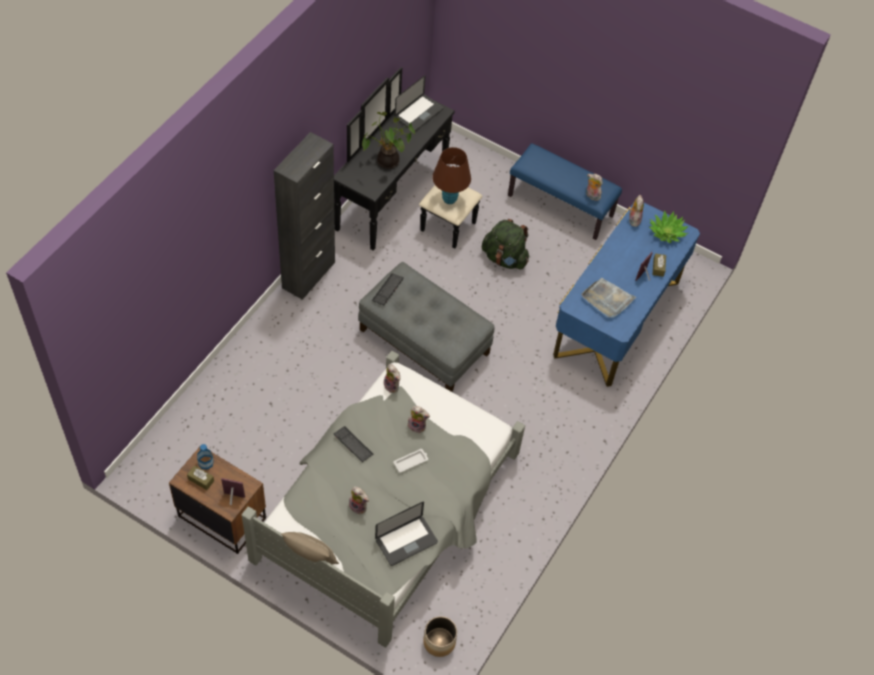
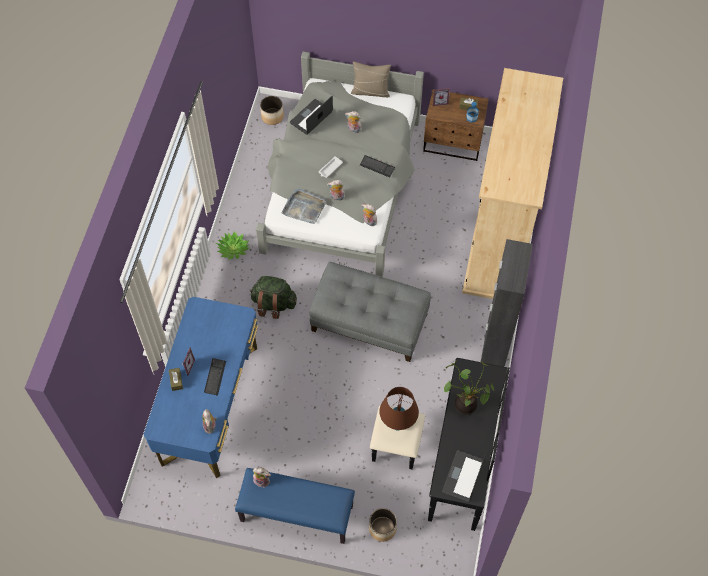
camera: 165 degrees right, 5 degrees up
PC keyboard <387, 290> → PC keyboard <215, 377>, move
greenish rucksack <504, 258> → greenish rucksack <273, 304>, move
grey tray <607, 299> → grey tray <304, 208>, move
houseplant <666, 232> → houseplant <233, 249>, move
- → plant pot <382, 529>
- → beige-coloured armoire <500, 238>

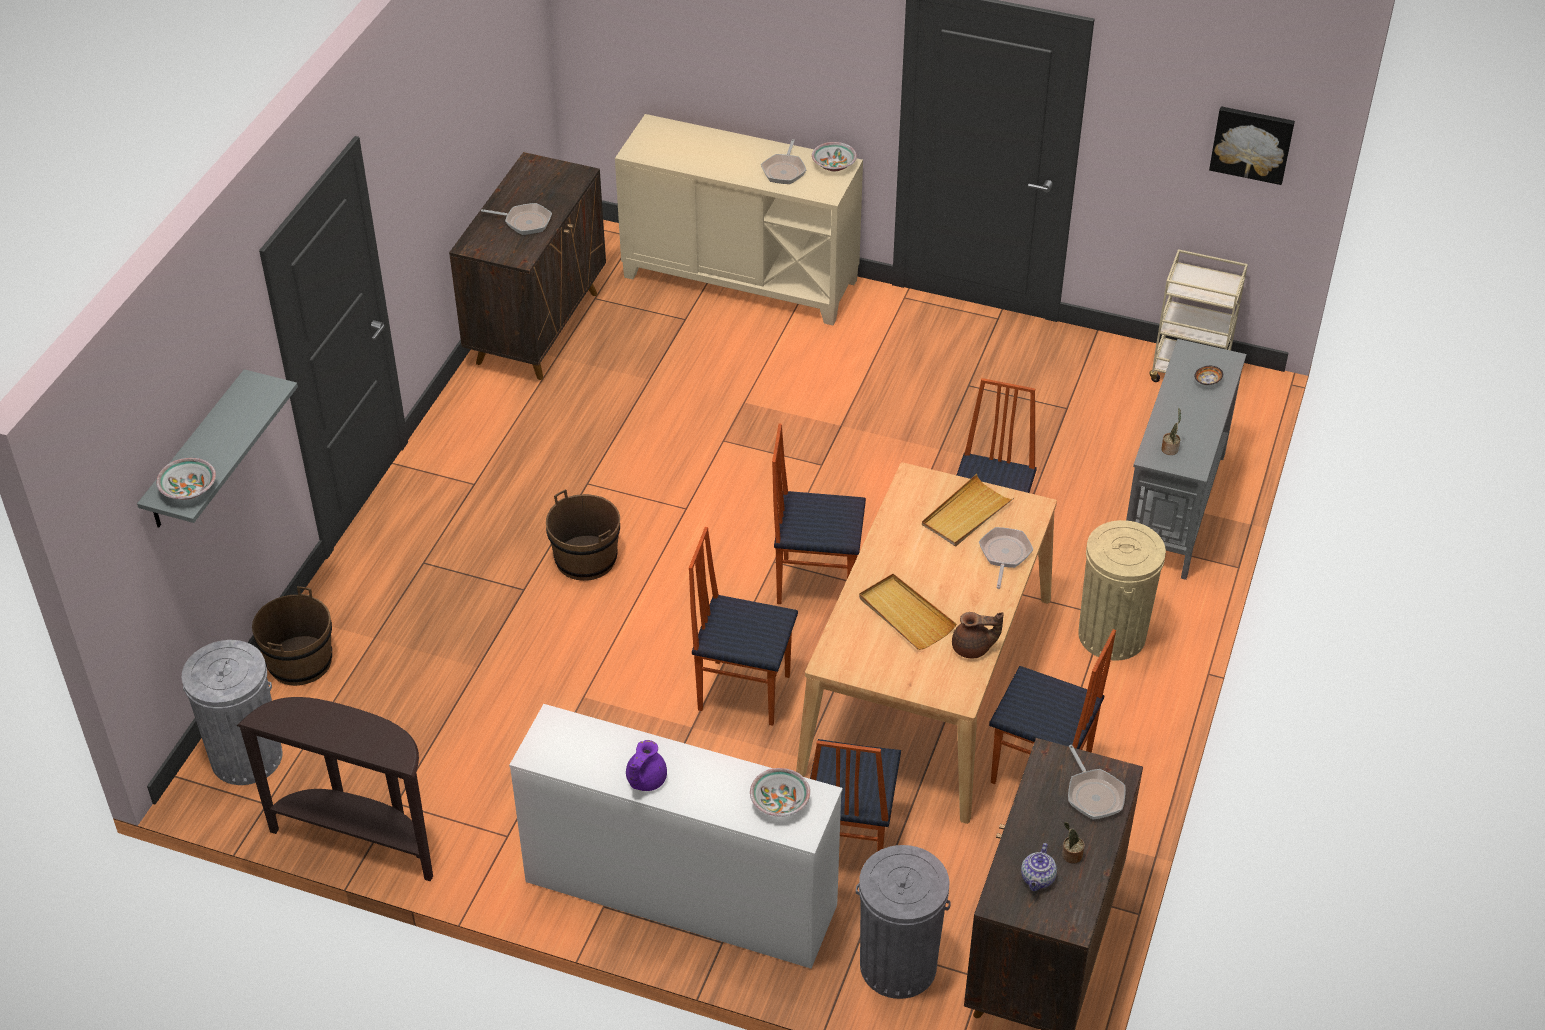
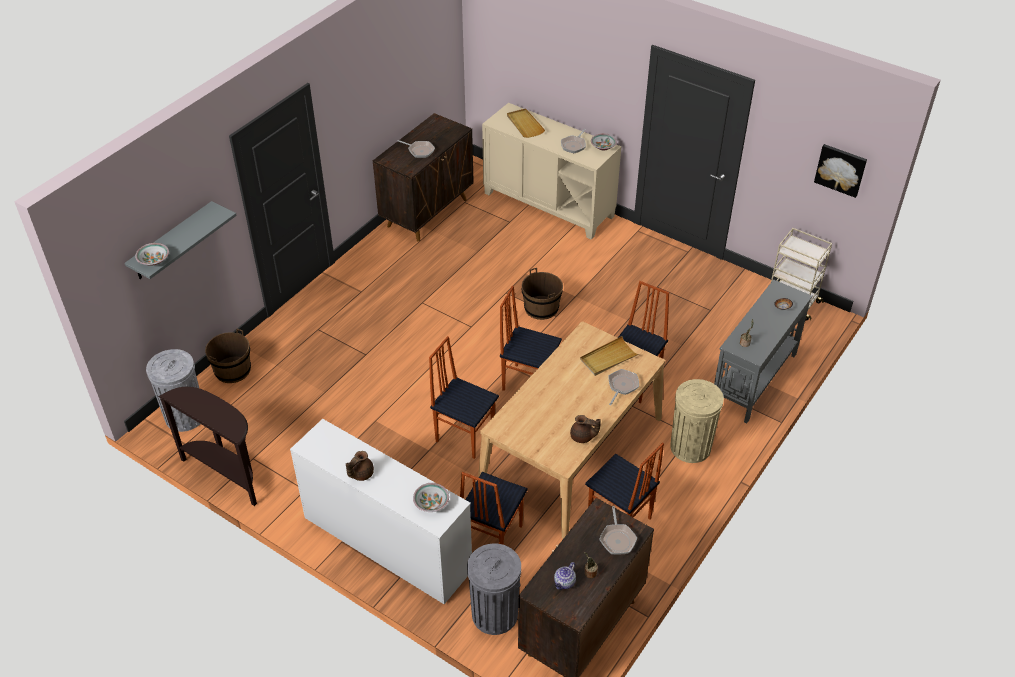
camera: 15 degrees right, 0 degrees up
brown pail <586, 559> → brown pail <541, 308>, move
purplish teapot <645, 780> → brown teapot <360, 474>
beige-coloured tray <905, 614> → beige-coloured tray <524, 124>, move

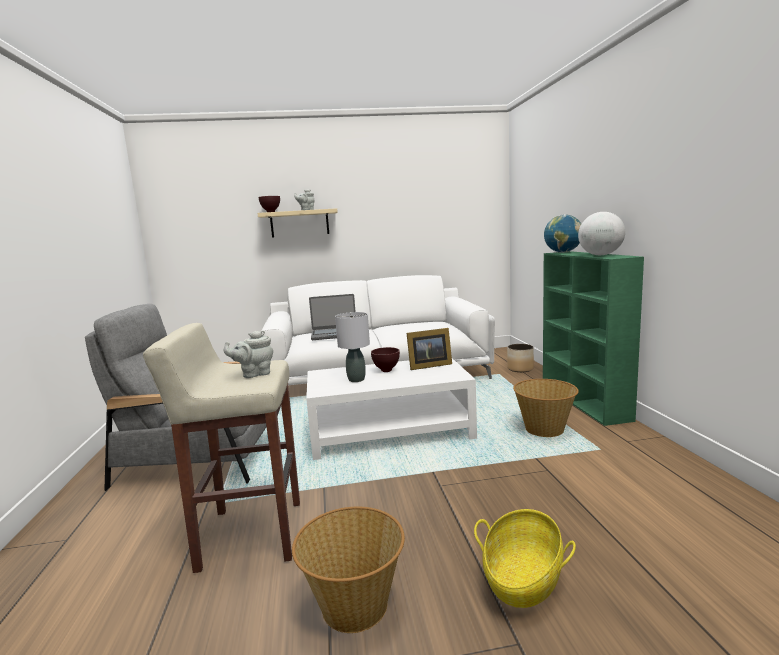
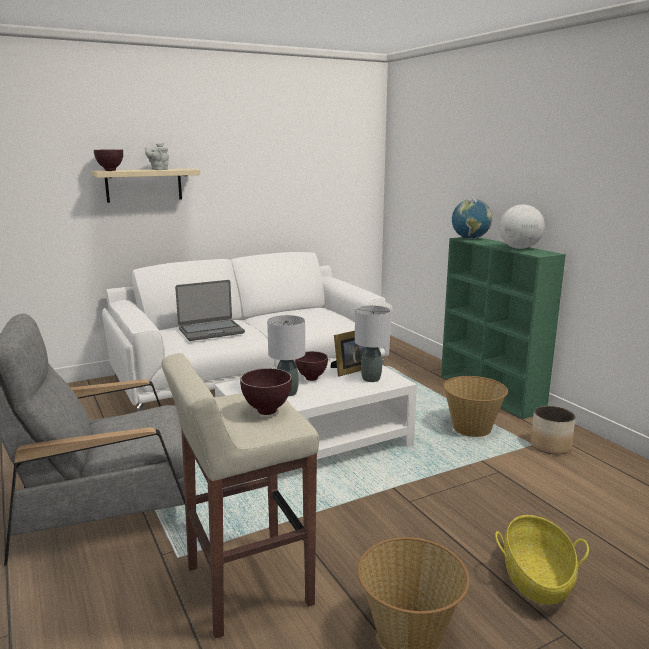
camera: 20 degrees left, 5 degrees up
grey teapot <254, 374> → brown deep dish <268, 411>
plant pot <520, 369> → plant pot <550, 446>, move
- → grey lamp for a table <371, 379>

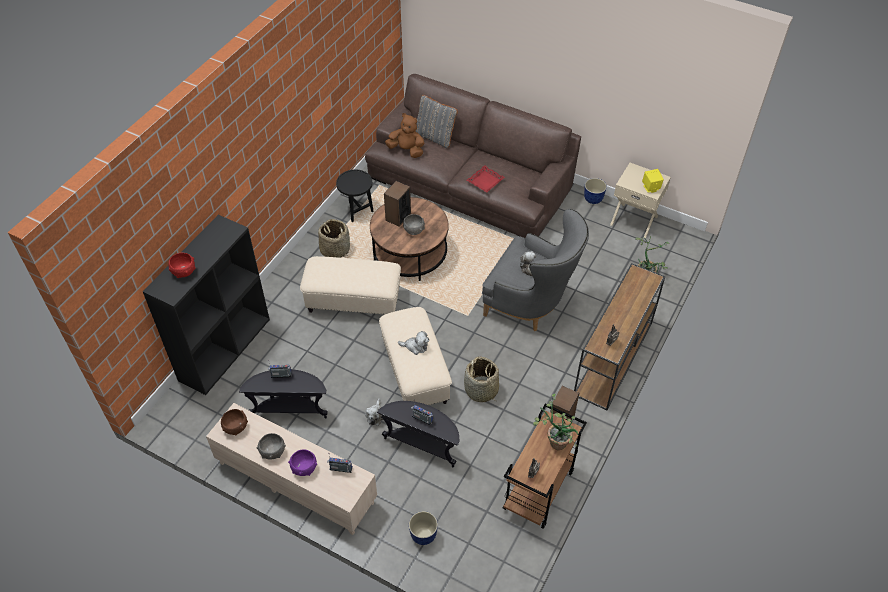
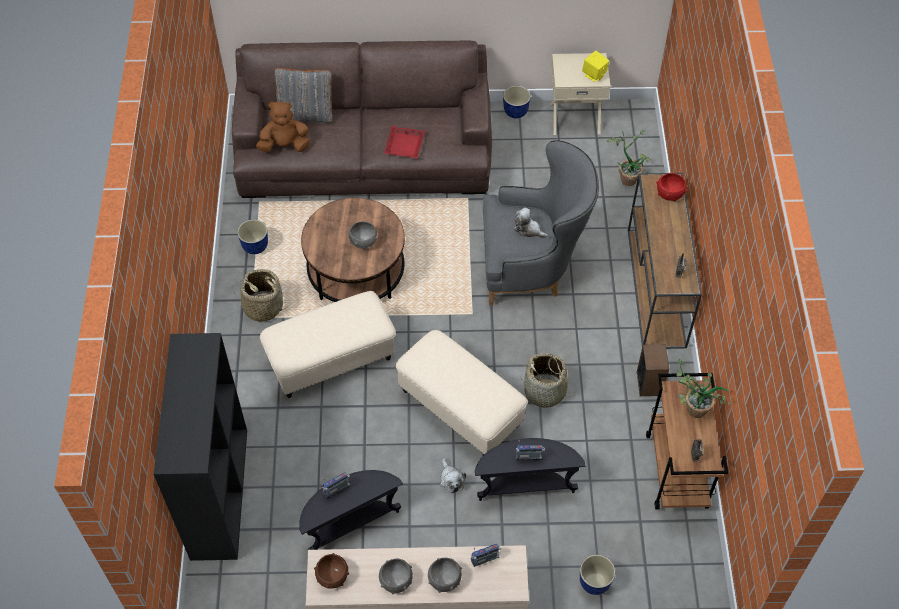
camera: 30 degrees left, 5 degrees up
reddish deep dish <184, 271> → reddish deep dish <670, 194>, move
purplish deep dish <304, 468> → grey deep dish <444, 580>
black end table <357, 210> → plant pot <255, 246>
audio speaker <398, 217> → -
cuddly toy <415, 346> → -

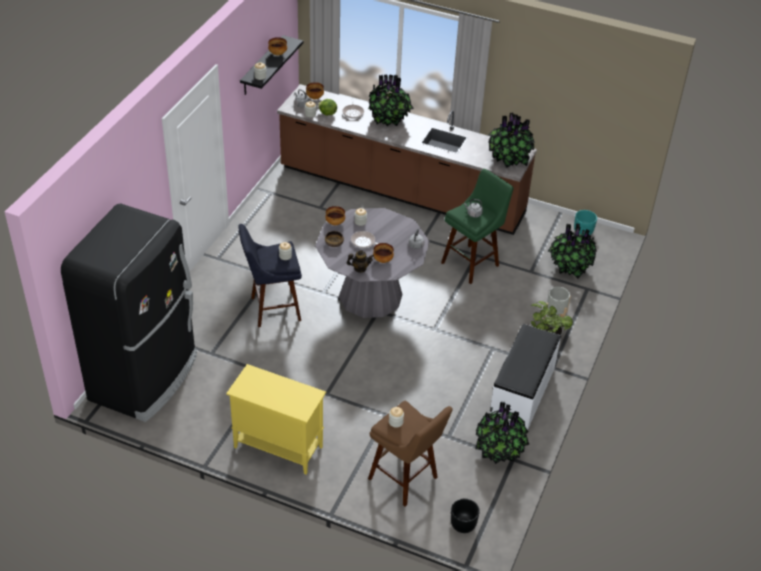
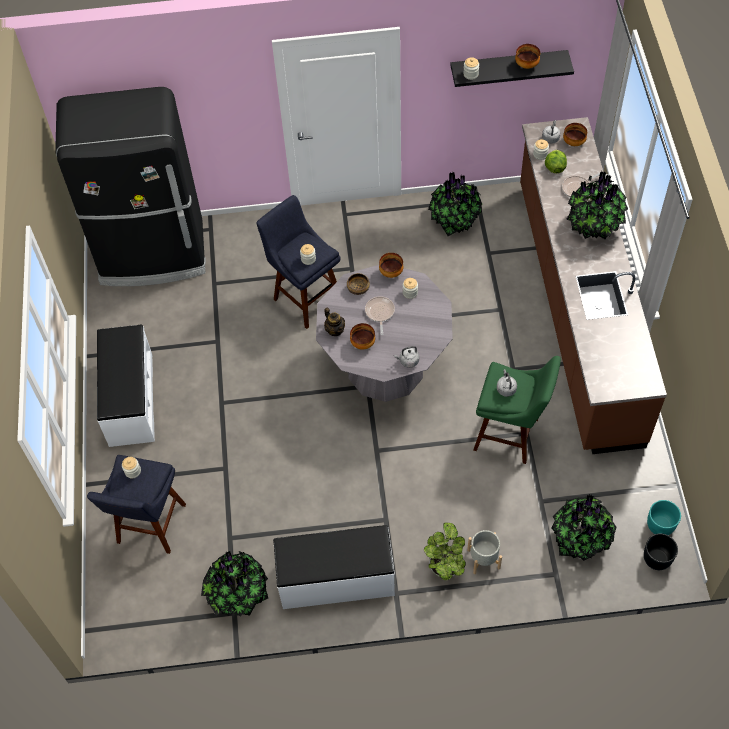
camera: 65 degrees right, 15 degrees up
yellowish cupboard <277, 447> → whitish bench <130, 399>
brown stool <406, 480> → bluish stool <150, 528>
black plant pot <463, 524> → black plant pot <656, 558>, move
houseplant <508, 159> → houseplant <454, 219>, move

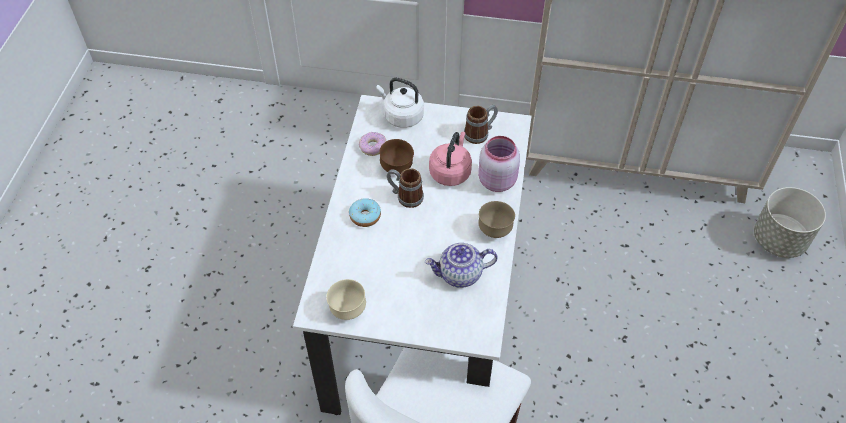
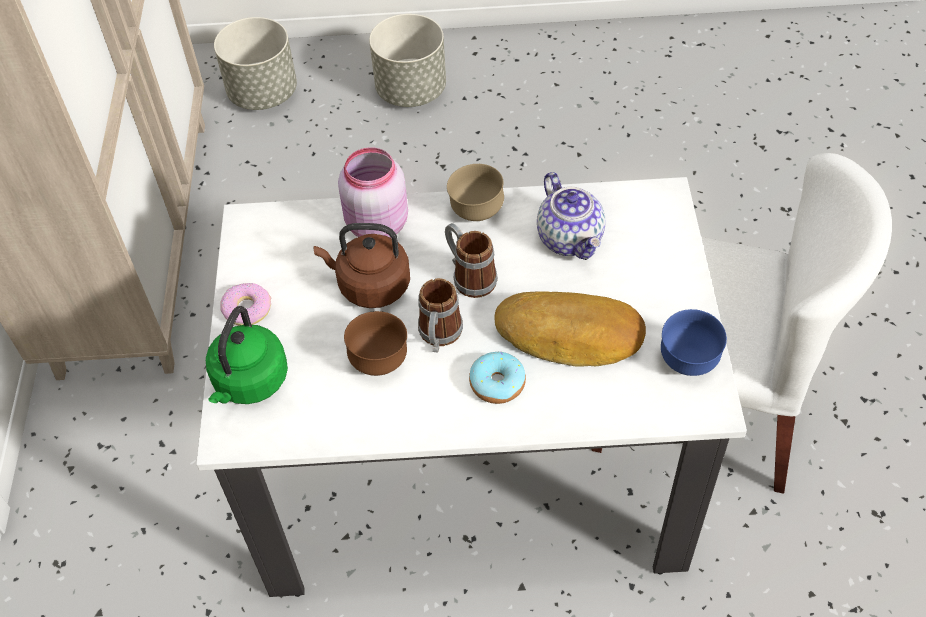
camera: 100 degrees left, 0 degrees up
beige-coloured deep dish <347, 310> → bluish deep dish <688, 362>
donut <372, 147> → donut <247, 310>, move
whitish kettle <401, 116> → greenish kettle <249, 383>
pink-coloured kettle <450, 171> → brown kettle <370, 286>
mug <480, 133> → mug <469, 276>, move
- → grey plant pot <410, 90>
- → bakery bread <570, 336>

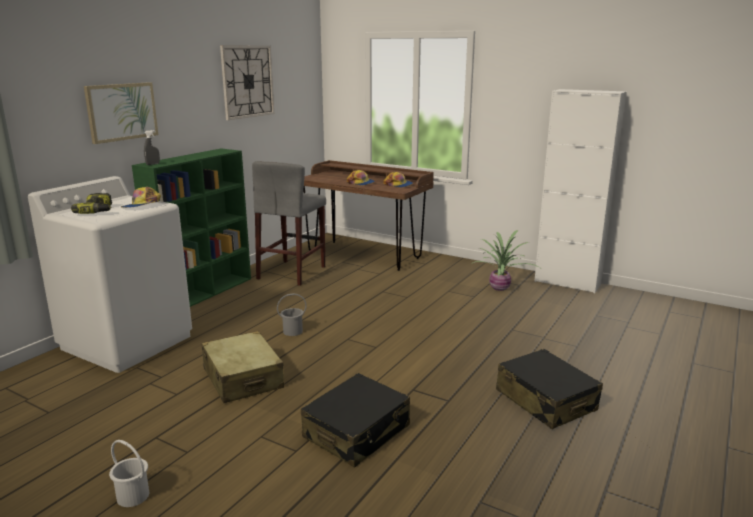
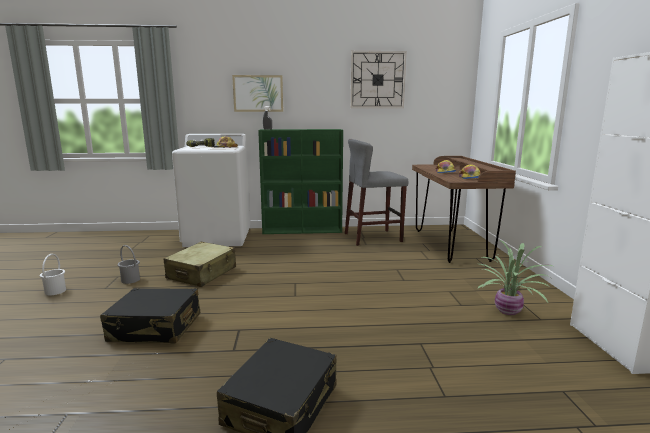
camera: 55 degrees right, 5 degrees down
grey pail <292, 331> → grey pail <130, 280>, move

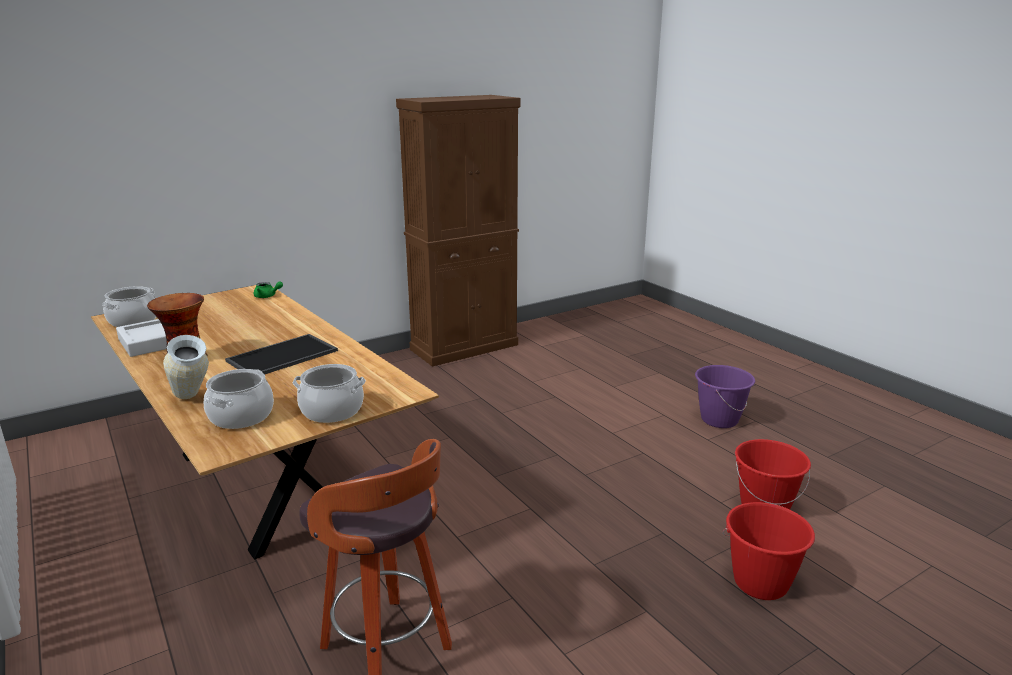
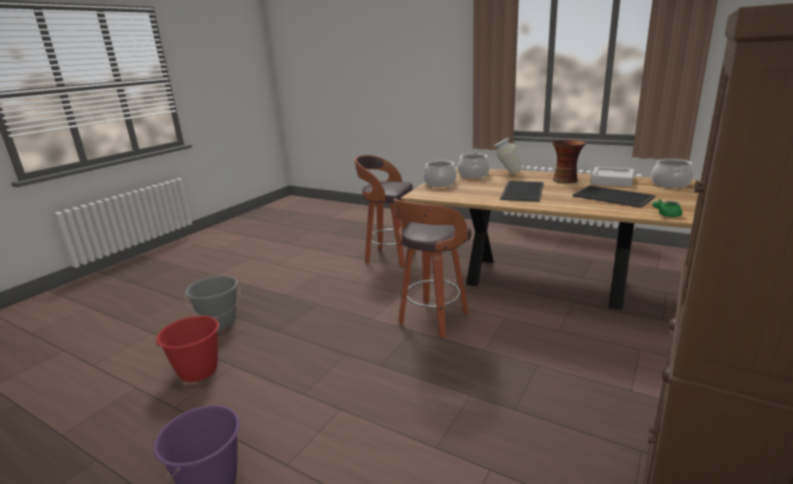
camera: 155 degrees right, 0 degrees up
reddish pail <760, 583> → grey pail <219, 322>
- → stool <432, 319>
- → tray <611, 197>

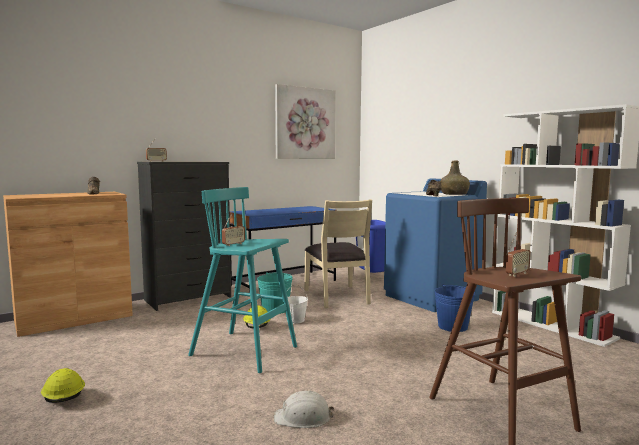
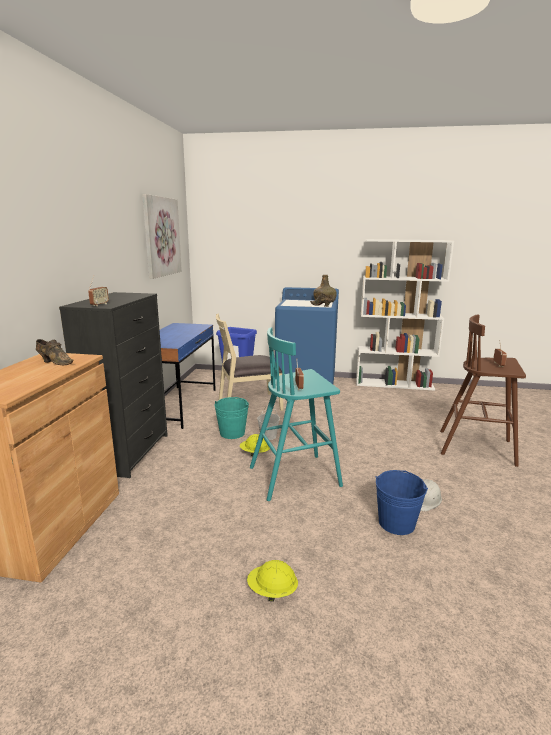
camera: 45 degrees left, 10 degrees up
beige-coloured plain chair <337, 296> → beige-coloured plain chair <249, 404>, 135 degrees clockwise
bluish pail <453, 326> → bluish pail <396, 523>, move

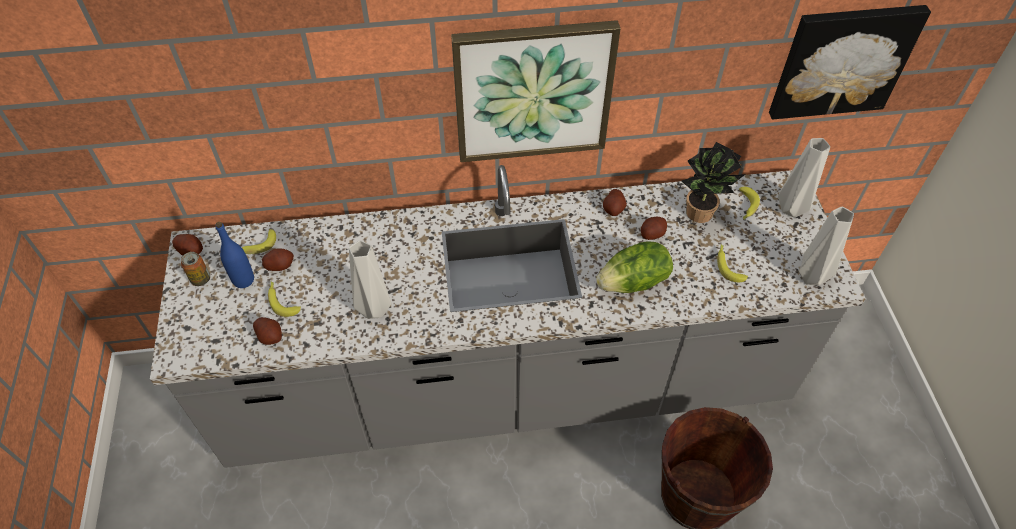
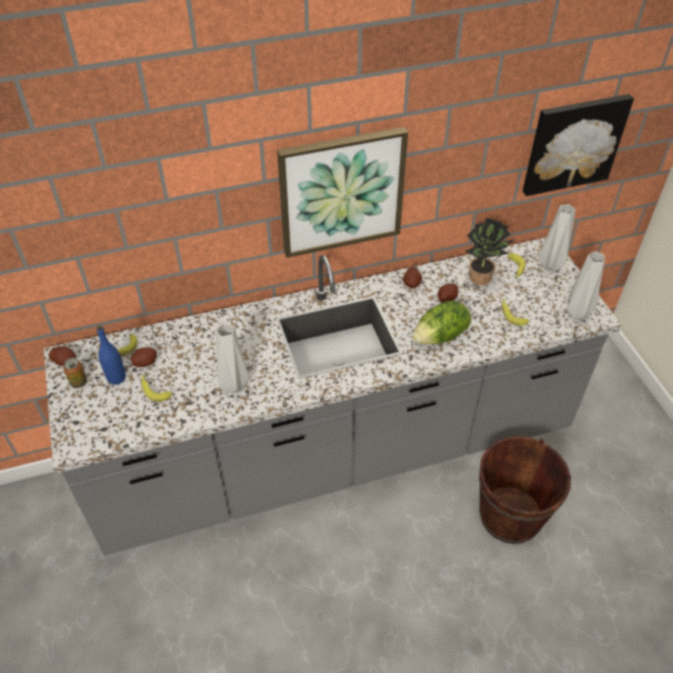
camera: 10 degrees left, 5 degrees down
whole potato <270, 336> → -

